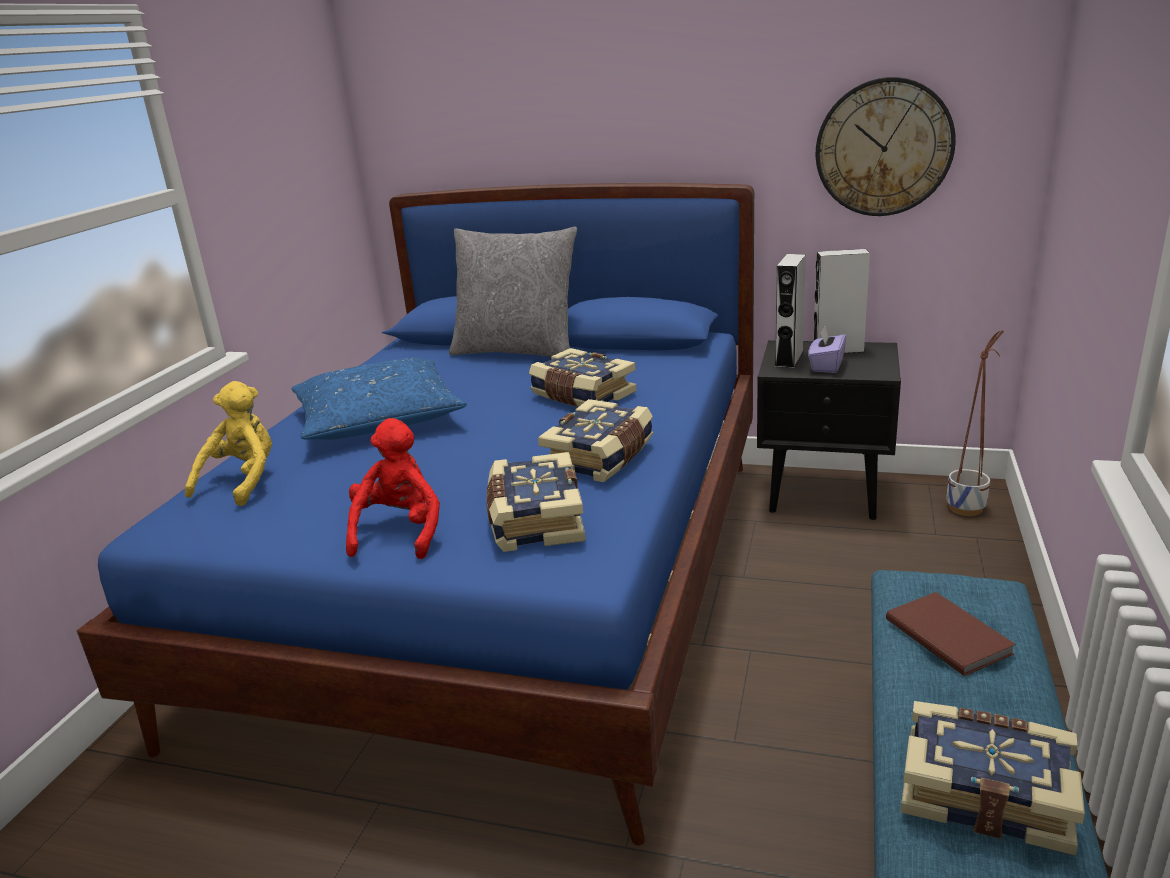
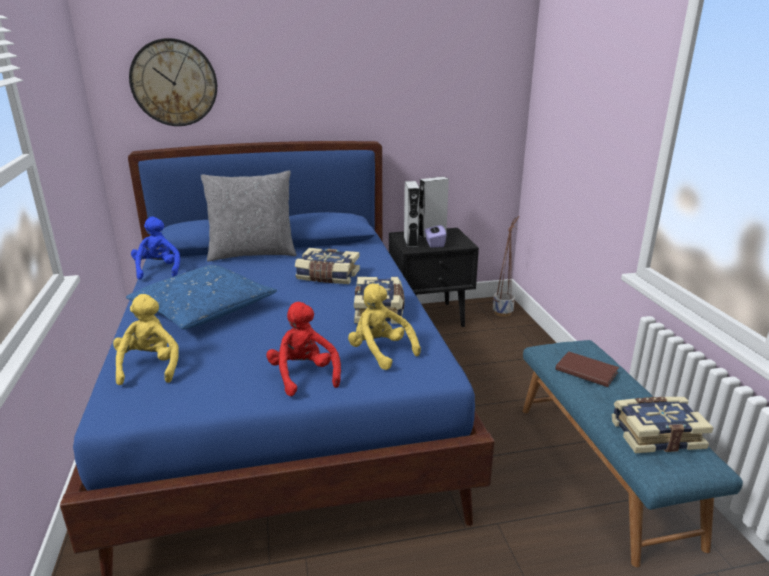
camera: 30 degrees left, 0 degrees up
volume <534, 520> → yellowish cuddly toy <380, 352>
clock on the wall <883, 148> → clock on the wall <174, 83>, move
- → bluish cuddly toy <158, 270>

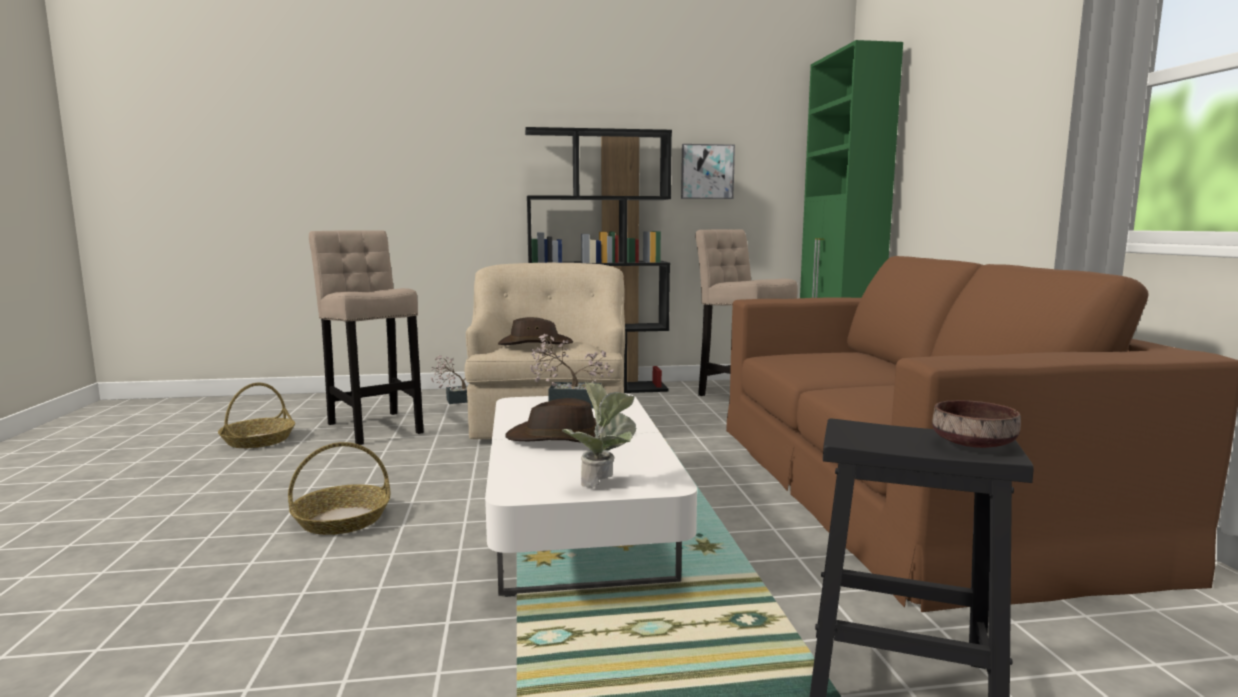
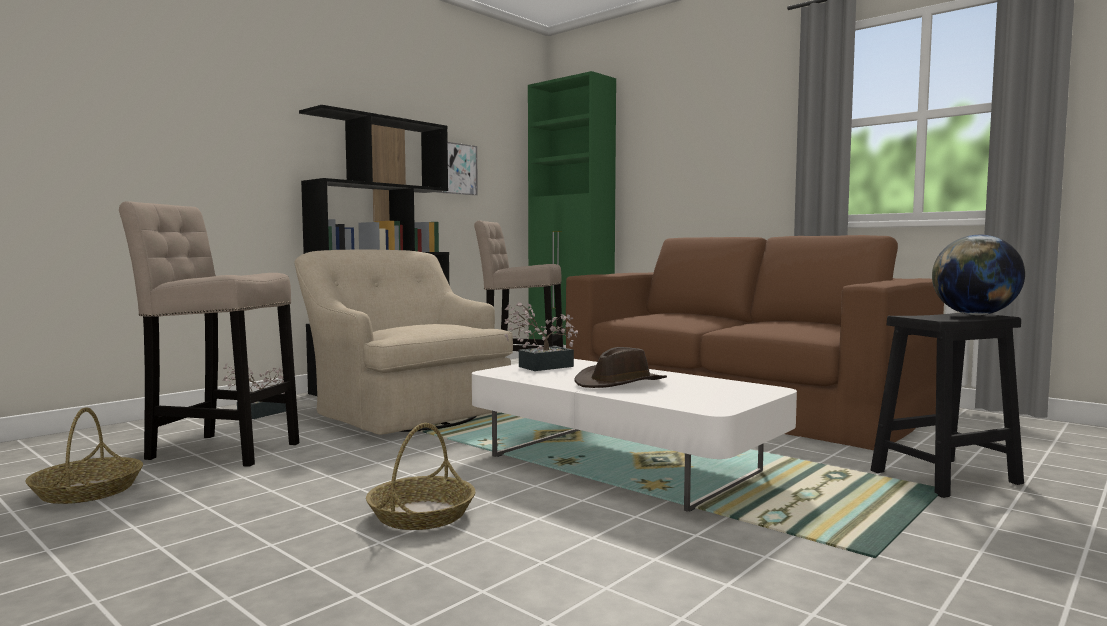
camera: 40 degrees left, 5 degrees down
brown wearable hat <535, 344> → -
houseplant <603, 485> → -
brown deep dish <970, 443> → globe <974, 315>

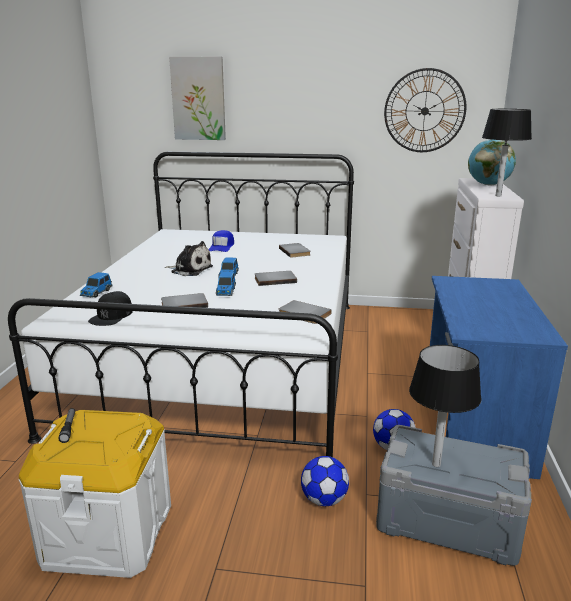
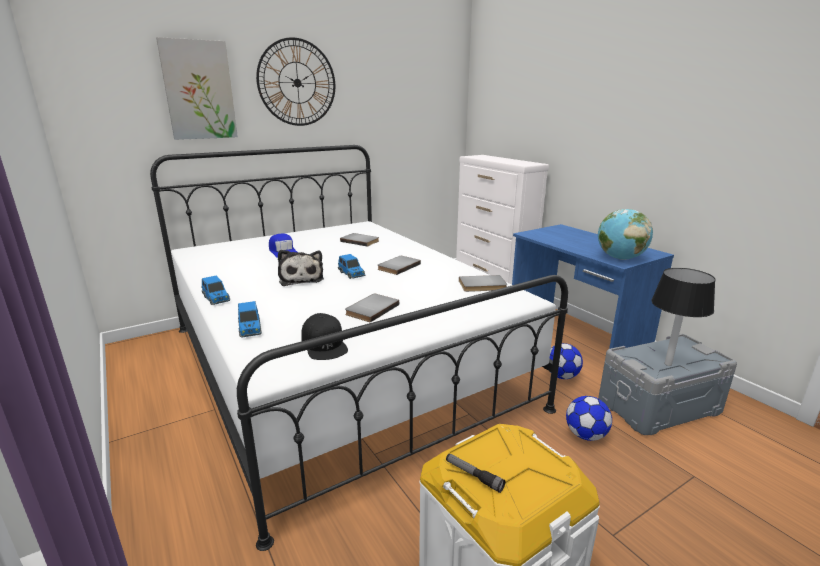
camera: 40 degrees left, 0 degrees up
cuddly toy <190, 270> → cuddly toy <301, 278>, 90 degrees clockwise
toy car <226, 292> → toy car <216, 299>, move
clock on the wall <424, 111> → clock on the wall <297, 83>, move
globe <488, 185> → globe <620, 258>, move
black lamp for a table <498, 195> → -

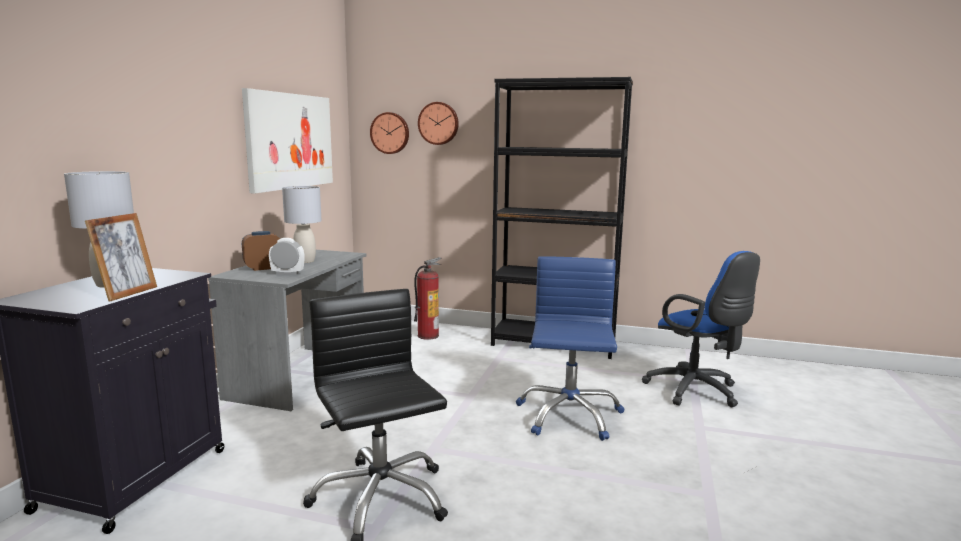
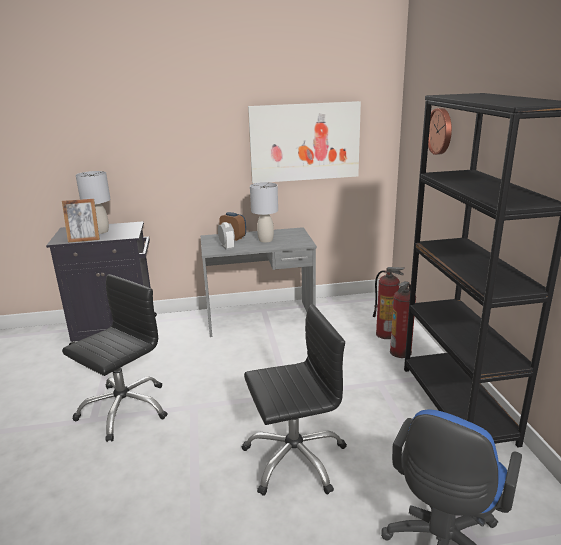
camera: 65 degrees right, 10 degrees up
clock on the wall <390, 133> → -
bluish desk chair <568, 415> → black desk chair <294, 458>
- → fire-fighting cylinder <400, 352>

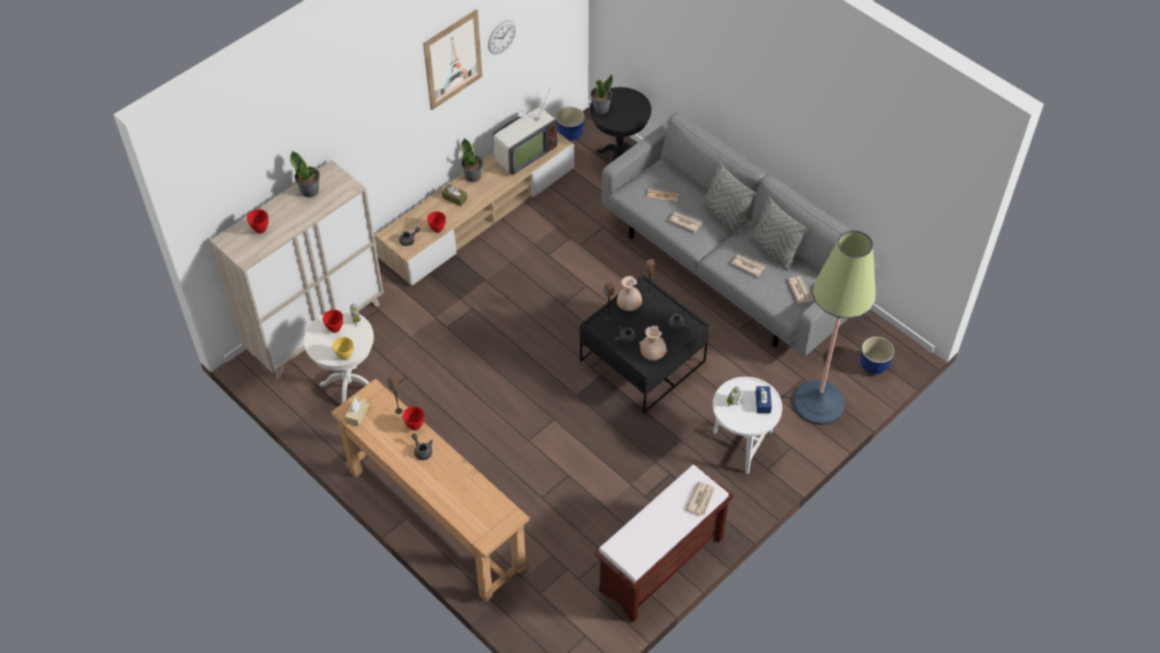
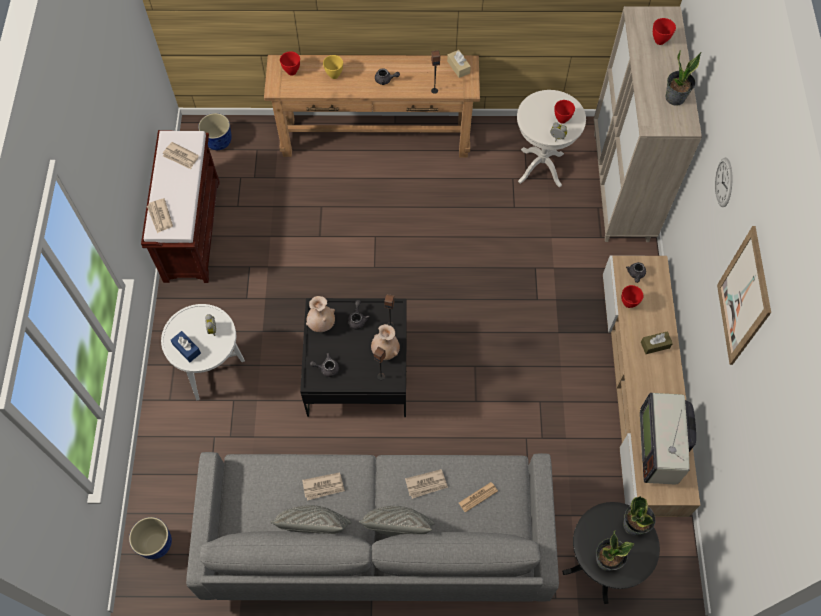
camera: 135 degrees right, 10 degrees up
yellowish deep dish <344, 356> → yellowish deep dish <334, 75>, move
reddish deep dish <414, 426> → reddish deep dish <292, 71>, move
houseplant <473, 176> → houseplant <606, 560>, move
clock on the wall <501, 37> → clock on the wall <724, 182>, move
plant pot <570, 134> → plant pot <219, 142>, move
newspaper <800, 290> → newspaper <181, 157>, move
floor lamp <818, 403> → -

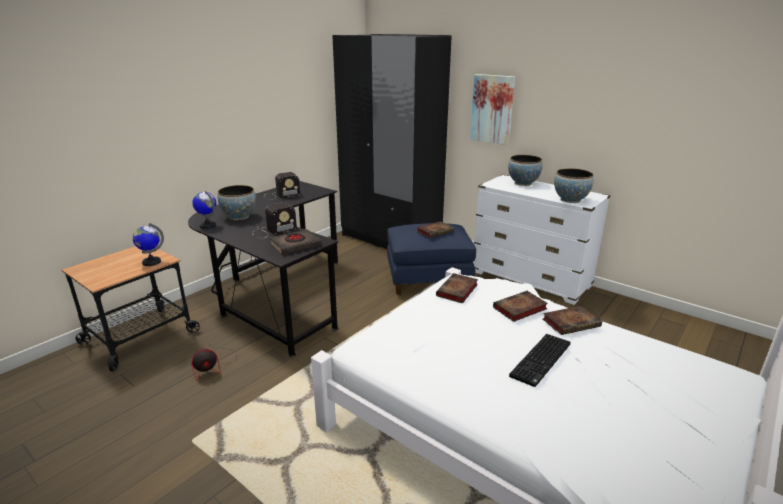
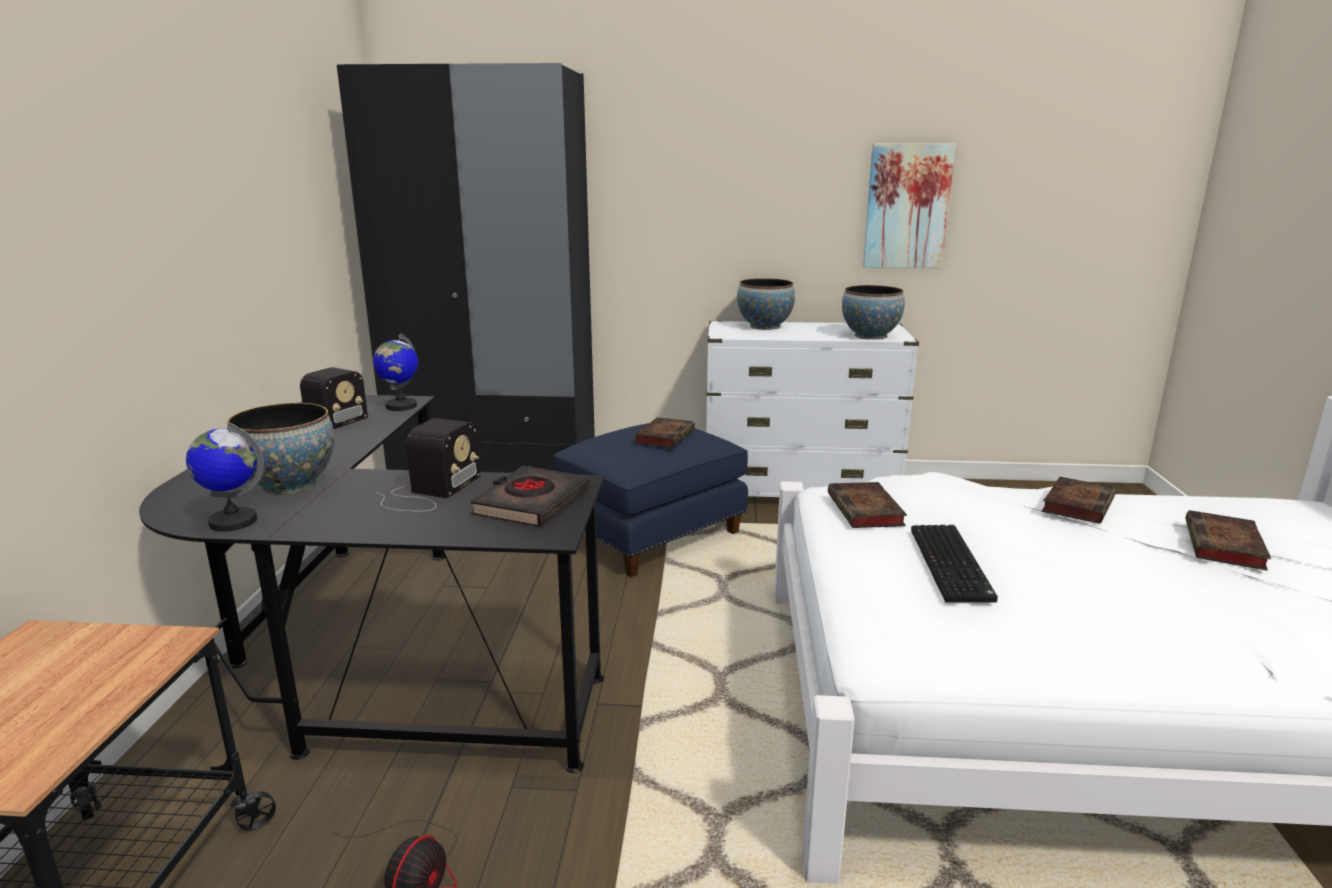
camera: 35 degrees left, 5 degrees down
globe <151, 262> → globe <401, 406>, move
picture <492, 109> → picture <907, 206>, move
volume <519, 309> → volume <1225, 546>, move
PC keyboard <541, 361> → PC keyboard <953, 565>, move

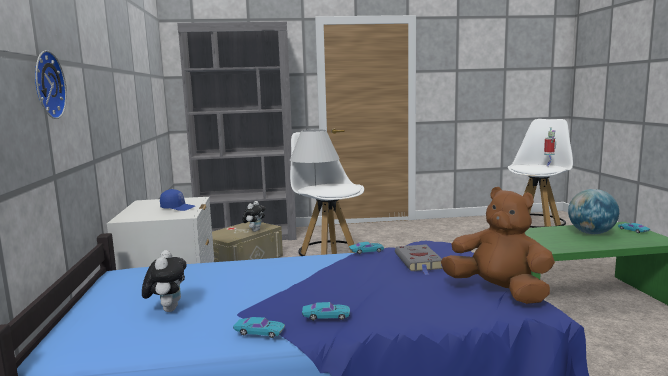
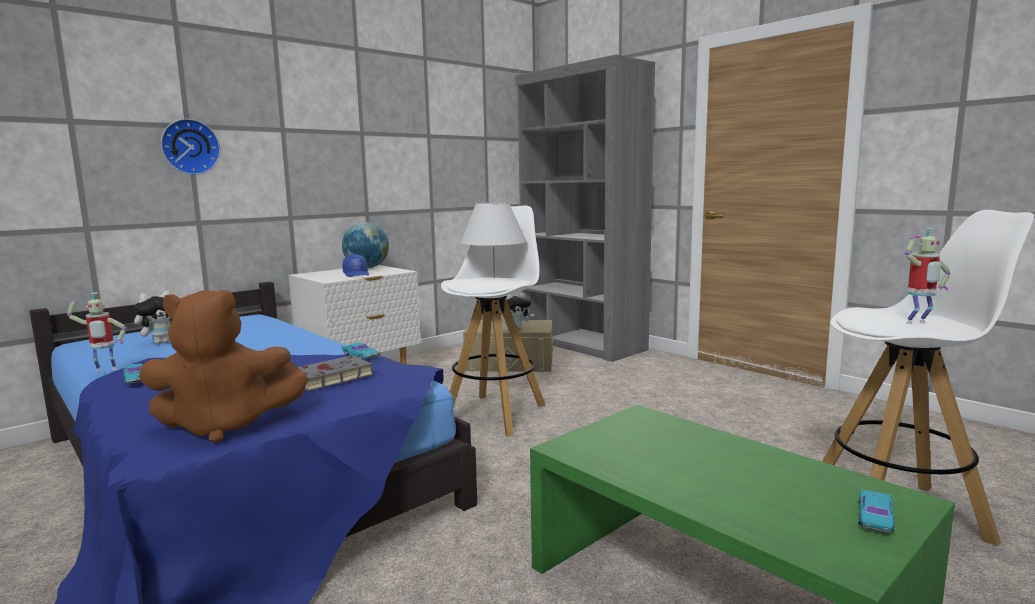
camera: 55 degrees right, 0 degrees up
turquoise-coloured toy car <259, 332> → robot figure <105, 370>
brown cuddly toy <498, 292> → brown cuddly toy <225, 426>, 75 degrees clockwise
globe <591, 233> → globe <367, 268>, move

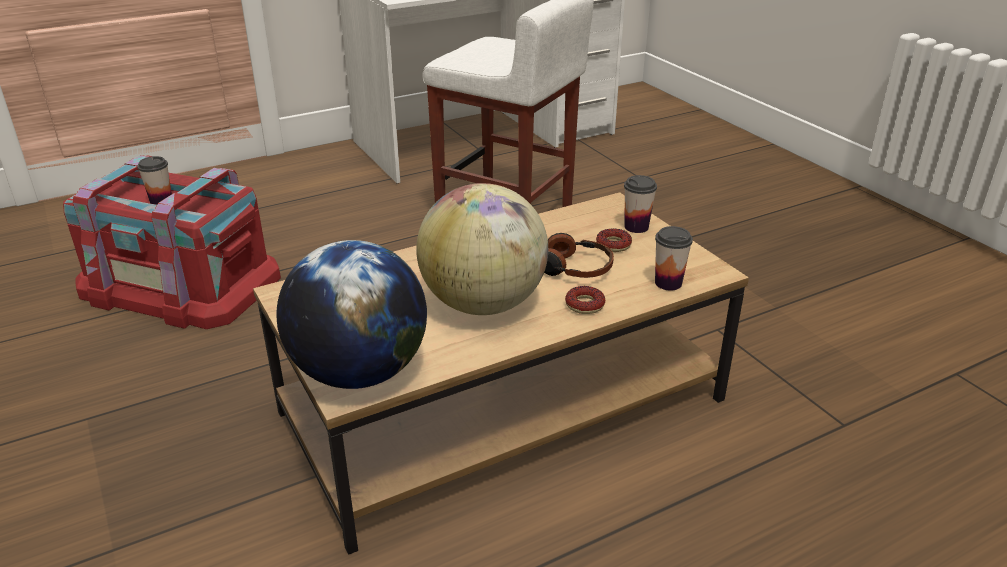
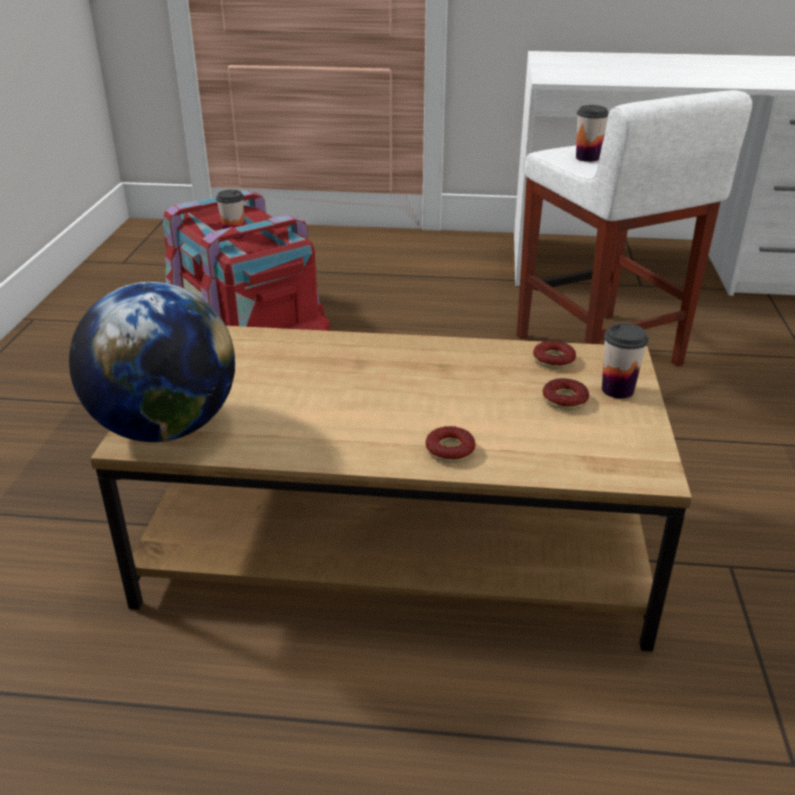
camera: 35 degrees right, 0 degrees up
globe <483, 303> → -
pair of headphones <572, 268> → -
cup <668, 283> → cup <587, 158>, move
- → donut <553, 360>

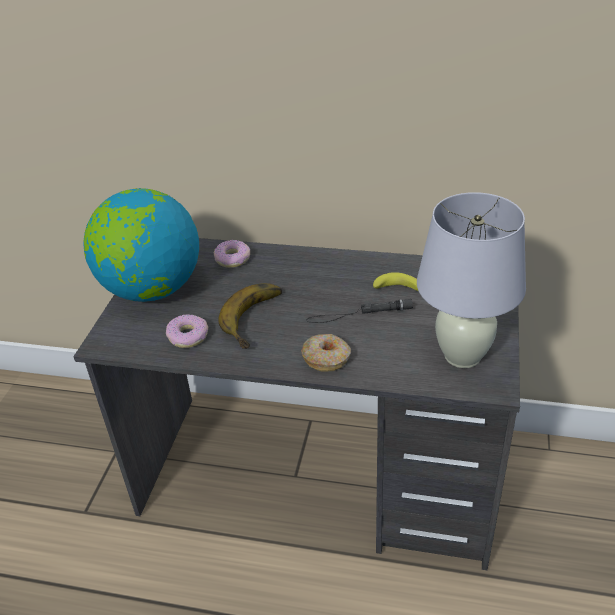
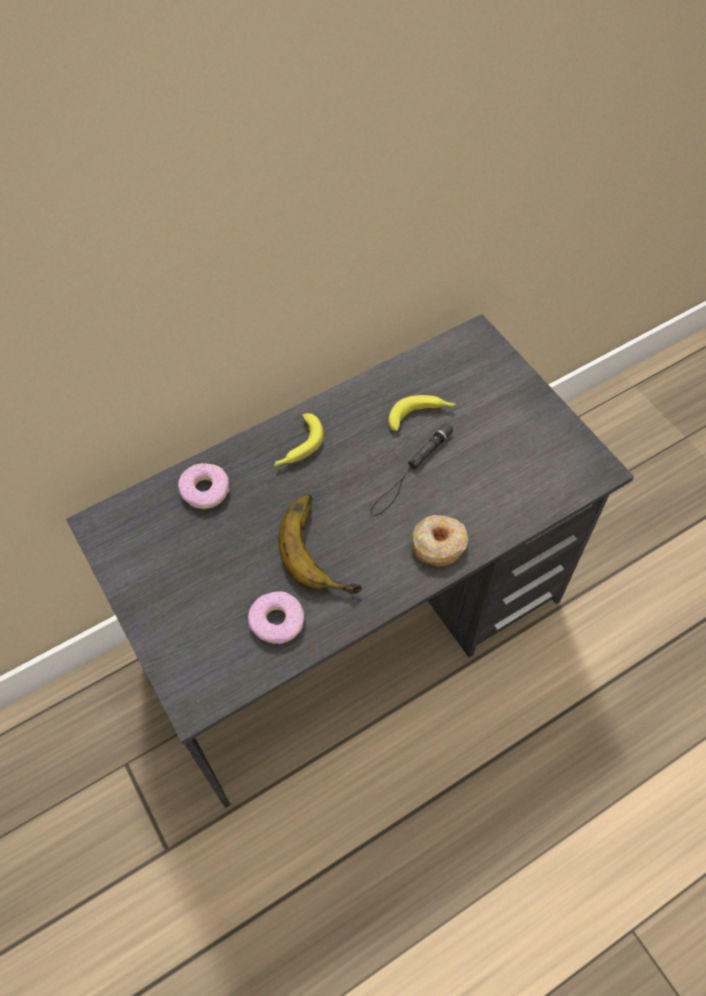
camera: 45 degrees left, 20 degrees up
globe <152, 289> → -
whitish lamp for a table <462, 355> → -
- → banana fruit <297, 447>

